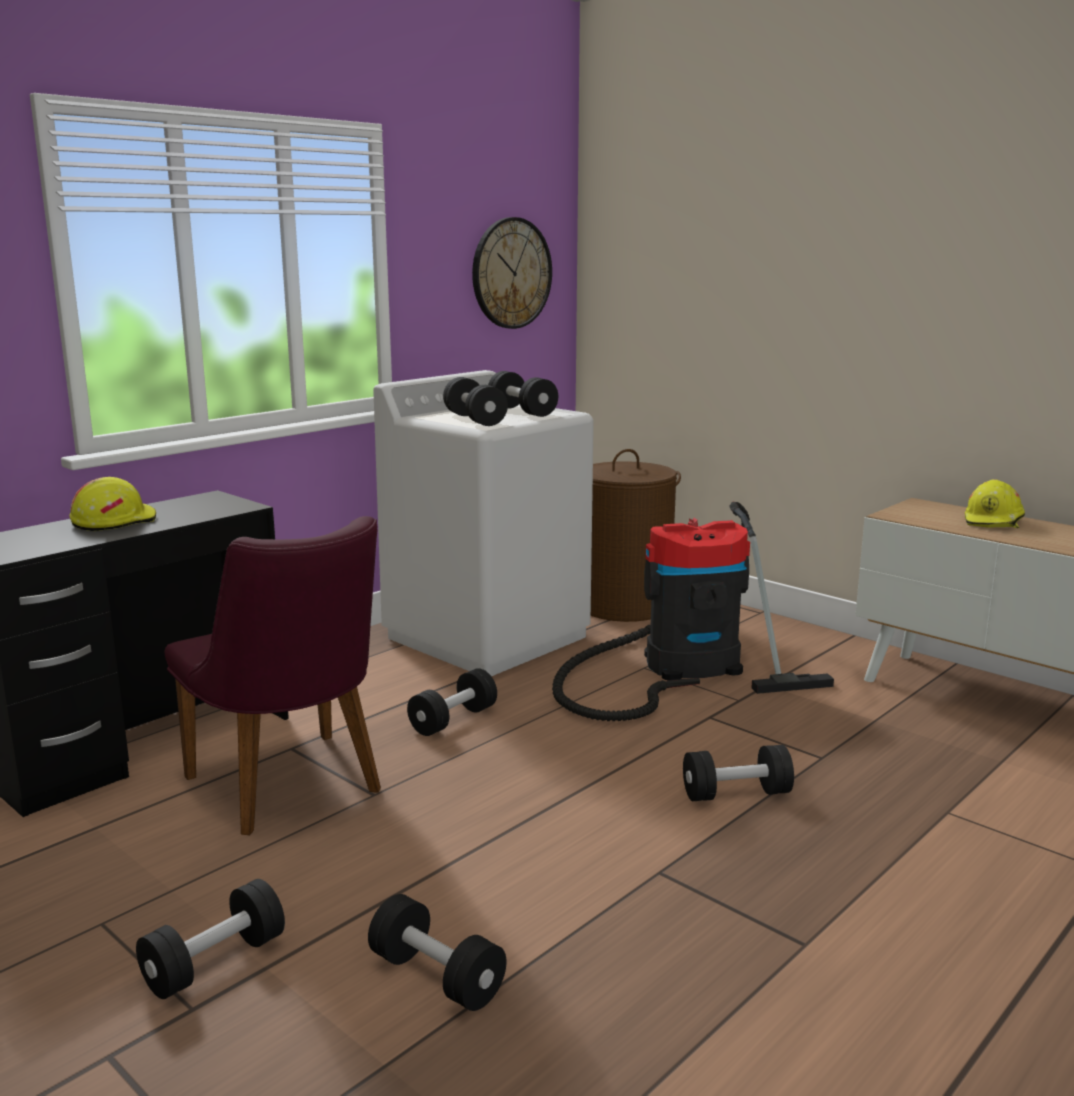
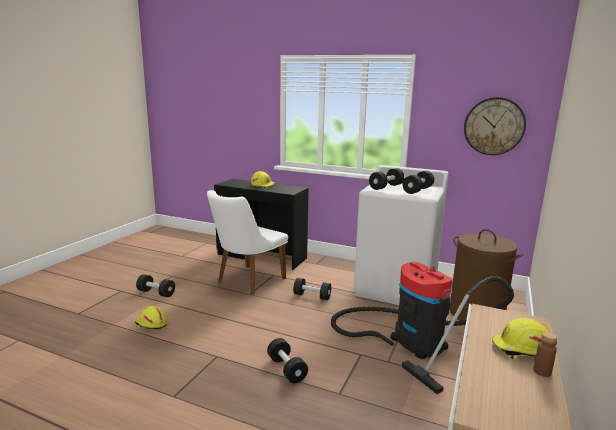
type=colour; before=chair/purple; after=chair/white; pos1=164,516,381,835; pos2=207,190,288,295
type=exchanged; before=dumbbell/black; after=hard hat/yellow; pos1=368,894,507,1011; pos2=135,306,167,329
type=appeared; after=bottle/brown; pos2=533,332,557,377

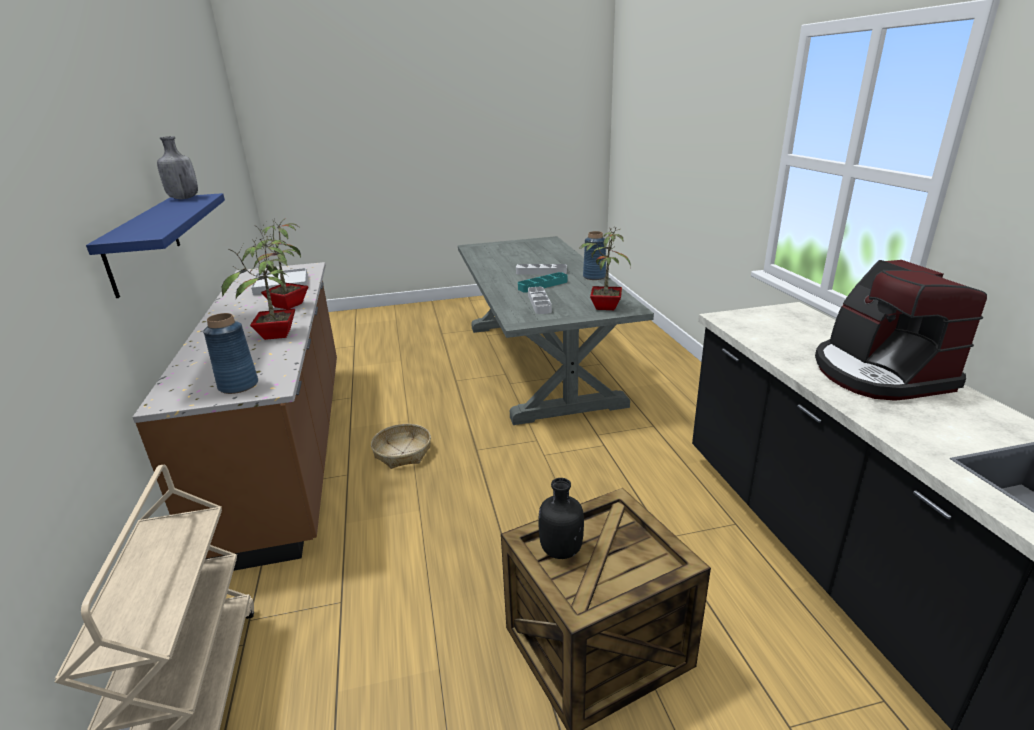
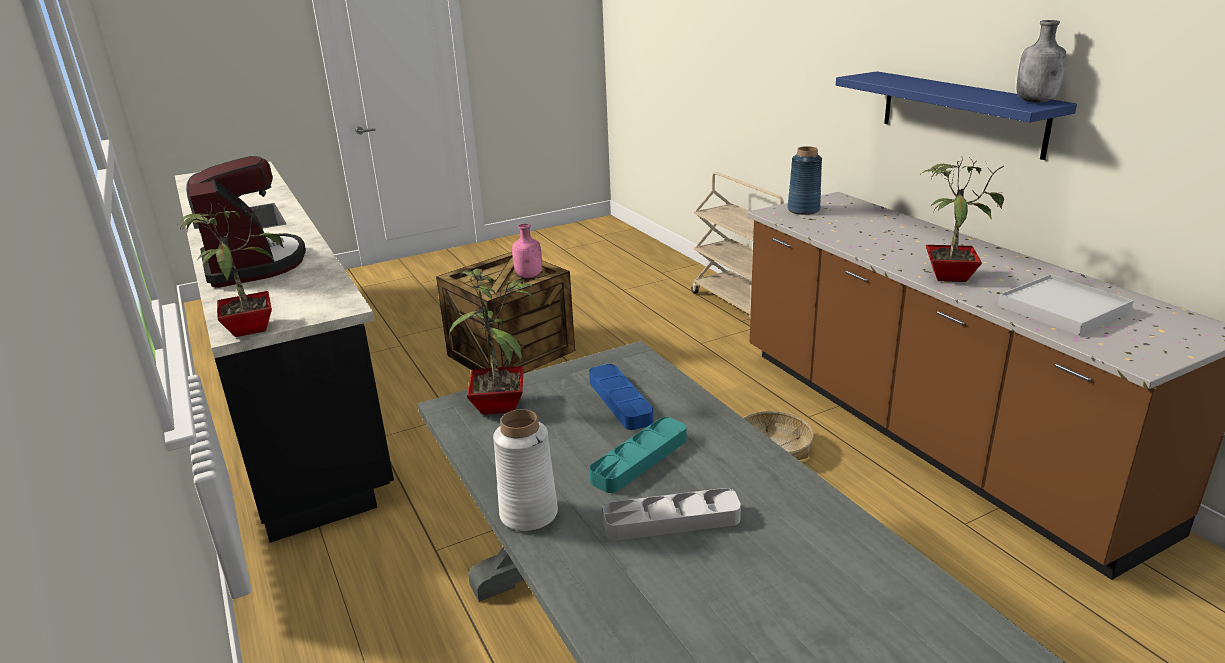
type=colour; before=vase/blue; after=vase/white; pos1=583,231,606,280; pos2=493,409,558,531
type=relocated; before=potted plant; pos1=222,239,295,340; pos2=177,202,284,337
type=colour; before=tray/grey; after=tray/blue; pos1=528,287,552,314; pos2=589,364,653,430
type=colour; before=bottle/black; after=bottle/pink; pos1=538,478,584,559; pos2=512,223,542,278

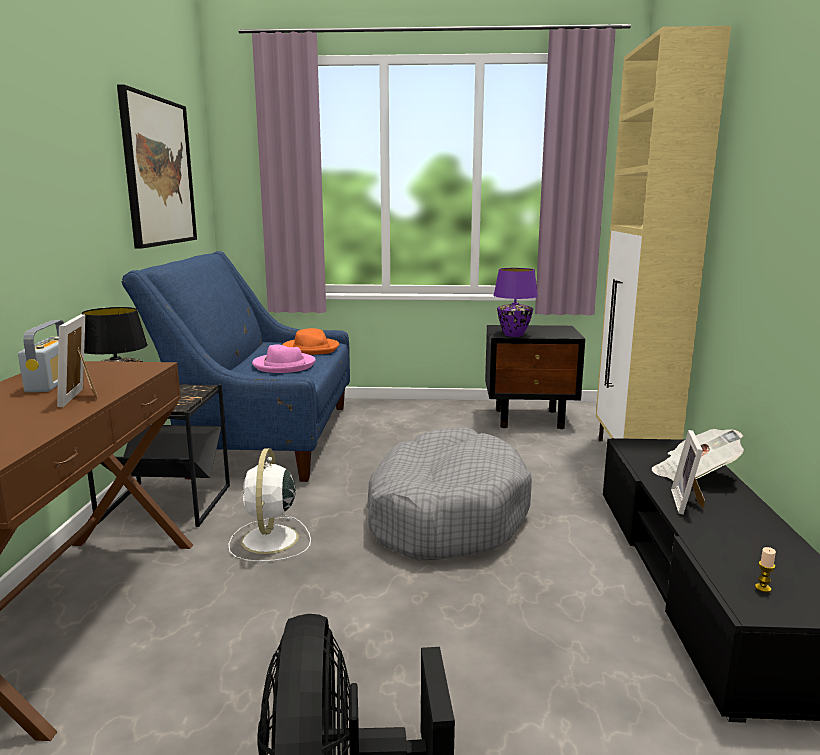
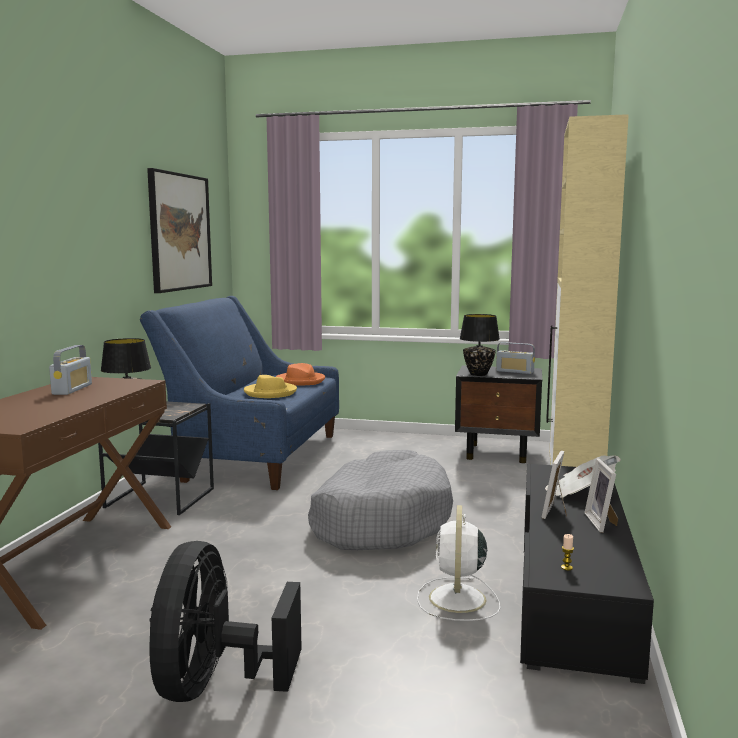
type=colour; before=table lamp/purple; after=table lamp/black; pos1=493,268,538,337; pos2=460,314,500,376
type=relocated; before=picture frame; pos1=57,314,97,407; pos2=584,458,618,533
type=colour; before=hat/pink; after=hat/yellow; pos1=252,345,316,373; pos2=244,375,297,398
type=relocated; before=fan/white; pos1=228,448,311,562; pos2=417,505,500,621
type=appeared; after=radio; pos2=496,342,535,374

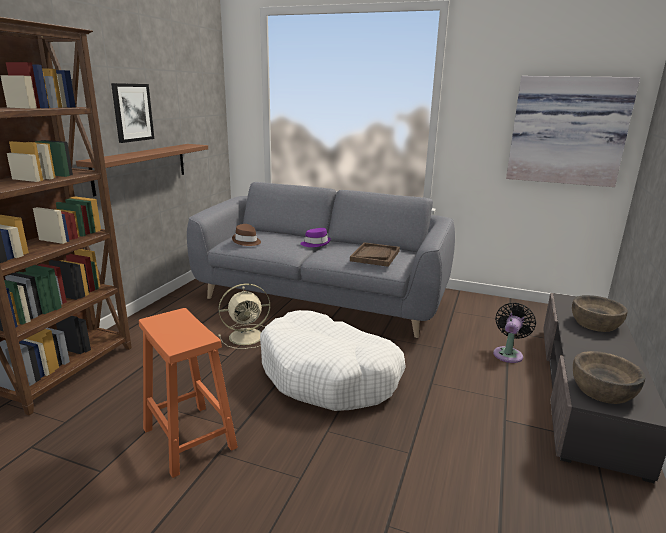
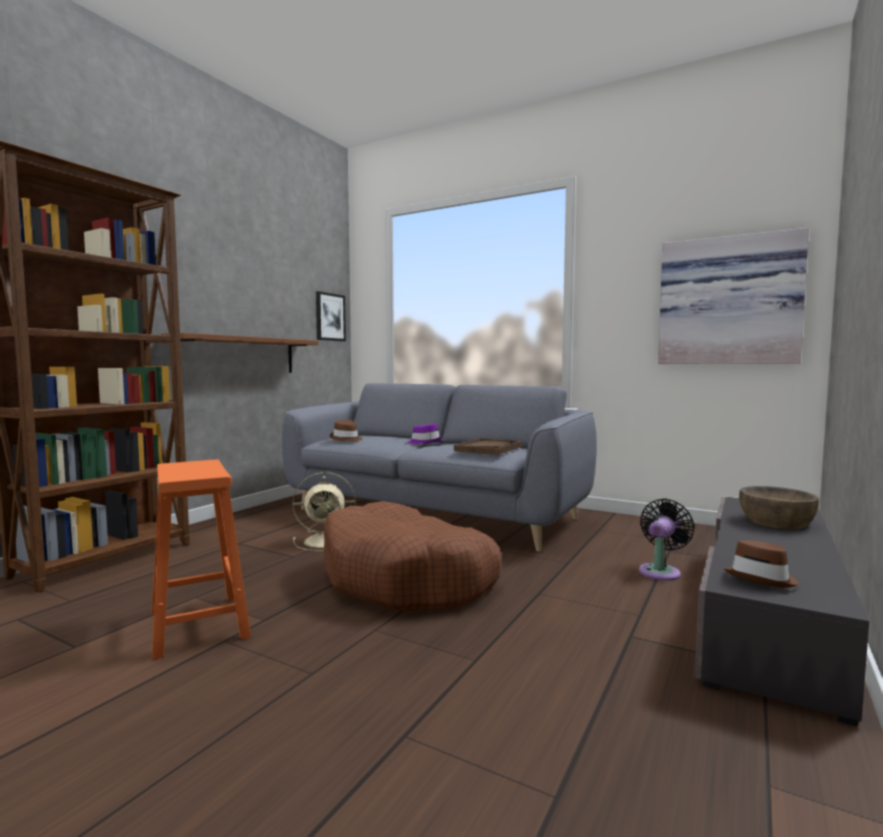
type=relocated; before=picture; pos1=111,83,154,143; pos2=316,291,346,341
type=colour; before=dog bed/white; after=dog bed/brown; pos1=260,310,406,411; pos2=324,501,502,611
type=exchanged; before=bowl/brown; after=hat/brown; pos1=573,351,645,404; pos2=723,540,799,588

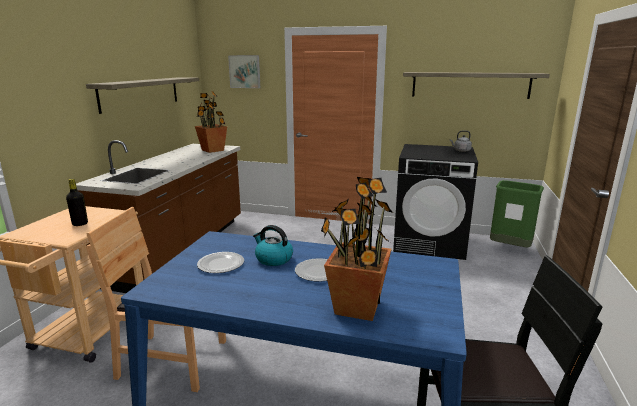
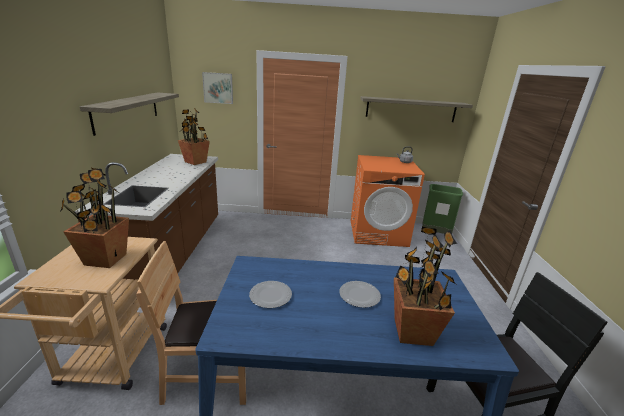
type=colour; before=washing machine/black; after=washing machine/orange; pos1=393,144,478,260; pos2=351,155,425,247
type=exchanged; before=bottle/black; after=potted plant; pos1=66,179,88,226; pos2=60,168,129,268
type=missing; before=kettle; pos1=253,225,293,266

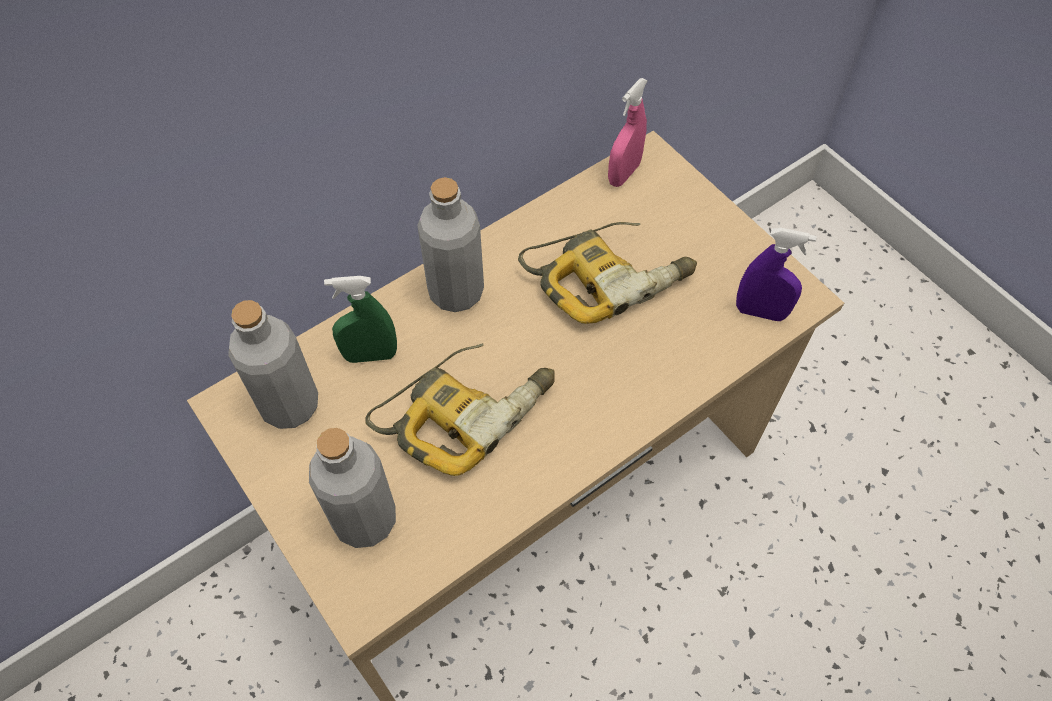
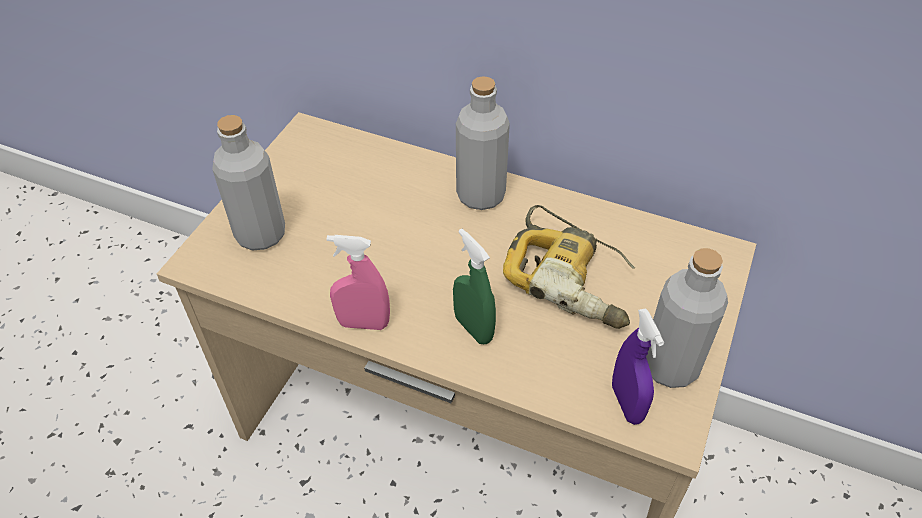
type=relocated; before=spray bottle/pink; pos1=608,78,647,187; pos2=327,235,390,330
type=relocated; before=spray bottle/green; pos1=324,276,397,363; pos2=453,228,496,344
type=relocated; before=bottle/grey; pos1=228,300,318,429; pos2=646,248,728,388
type=missing; before=power drill; pos1=366,343,555,476

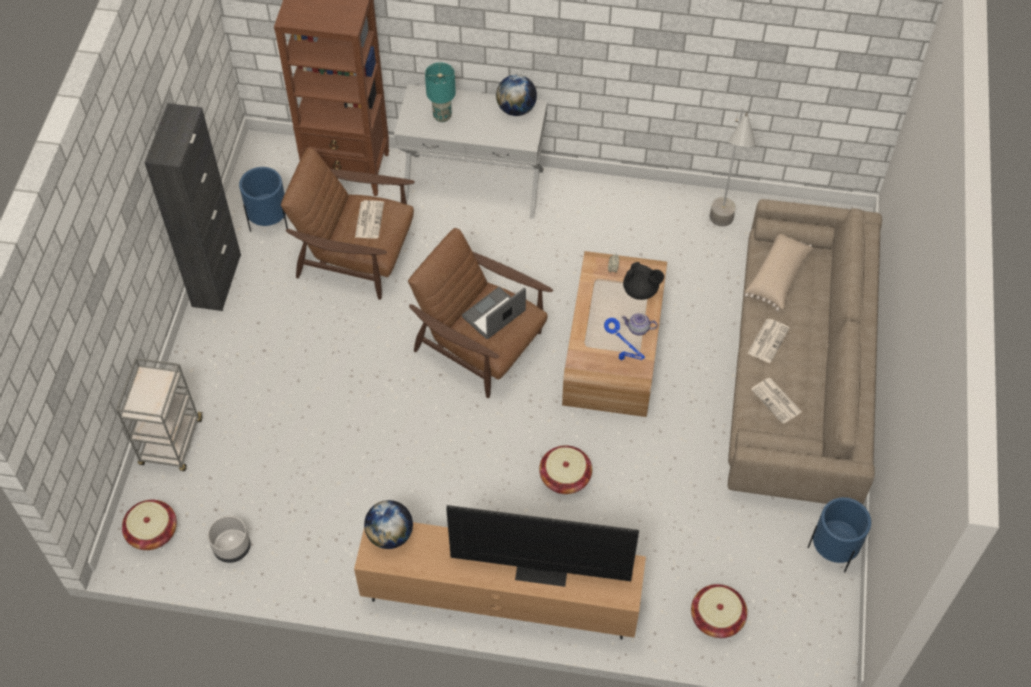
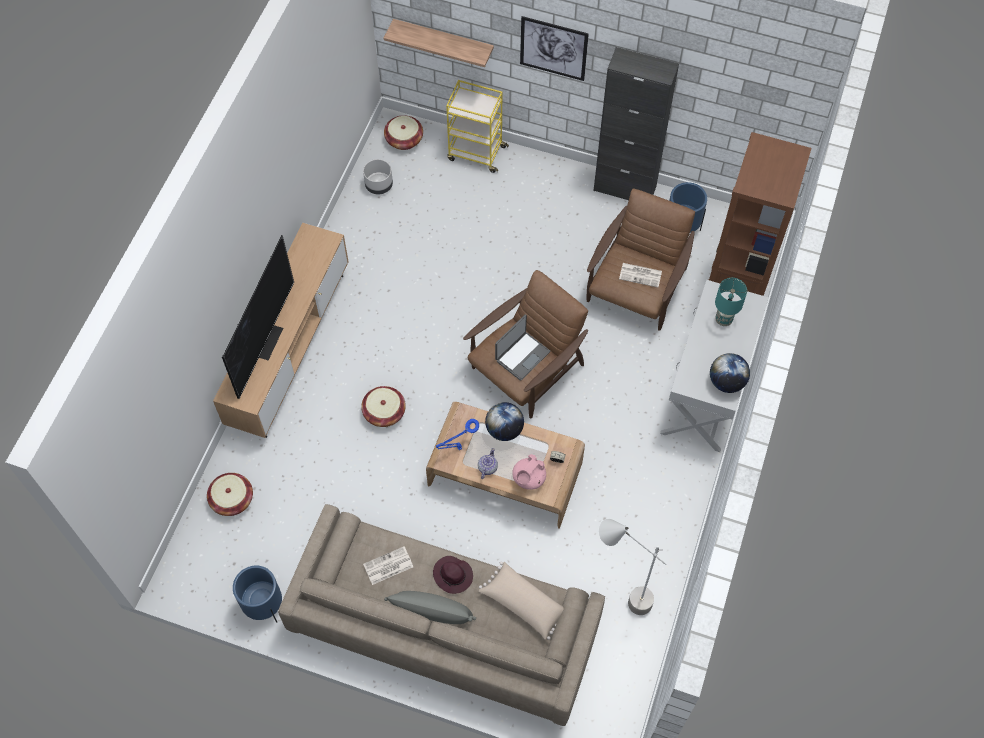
type=colour; before=teapot/black; after=teapot/pink; pos1=623,262,664,300; pos2=512,454,546,490
type=spun; before=laptop; pos1=462,287,526,339; pos2=495,314,550,381; turn=75
type=exchanged; before=newspaper; after=hat/purple; pos1=747,319,790,363; pos2=433,556,473,594
type=colour; before=cart/grey; after=cart/yellow; pos1=116,358,203,471; pos2=446,80,509,173
type=relocated; before=globe; pos1=364,500,413,549; pos2=485,402,524,441
type=appeared; after=picture; pos2=520,16,589,81
type=appeared; after=shelf; pos2=384,19,494,67
type=appeared; after=pillow/grey; pos2=384,591,476,624

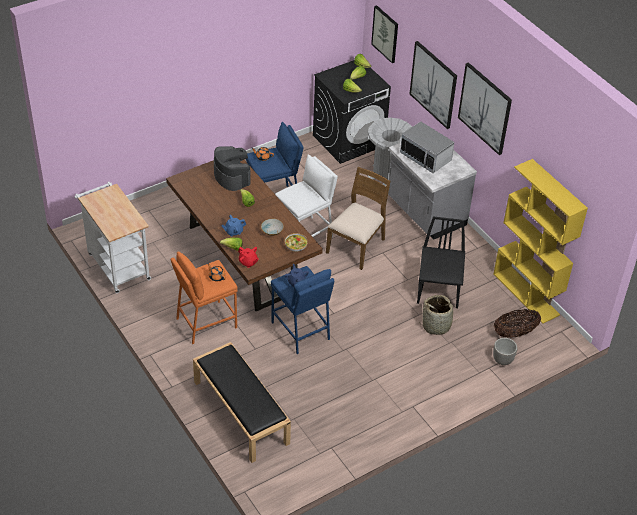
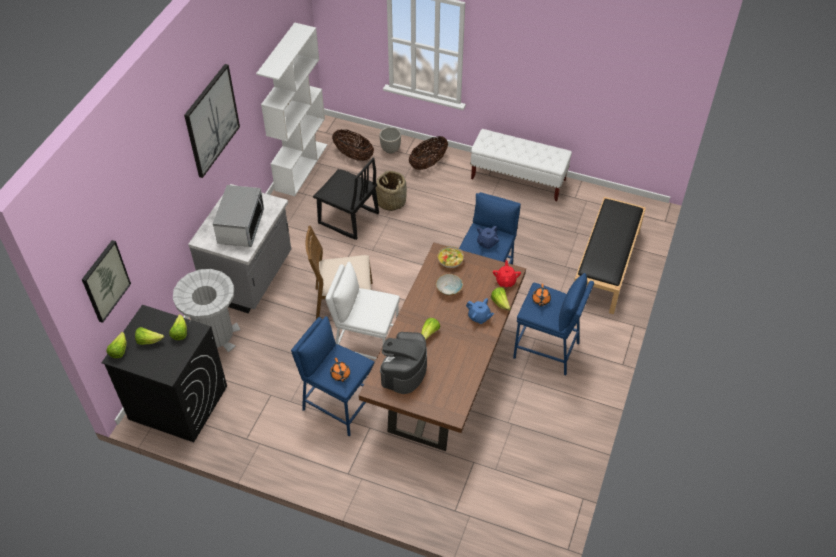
type=missing; before=picture; pos1=410,41,457,129
type=colour; before=bookcase/yellow; after=bookcase/white; pos1=493,159,588,324; pos2=256,23,327,196
type=missing; before=cart/white; pos1=74,182,151,293
type=spun; before=chair/black; pos1=417,216,465,308; pos2=313,157,379,240; turn=-120
type=colour; before=stool/orange; after=stool/blue; pos1=171,251,238,344; pos2=513,273,594,375
type=appeared; after=bench/white; pos2=470,129,572,201
type=appeared; after=basket; pos2=409,136,448,170

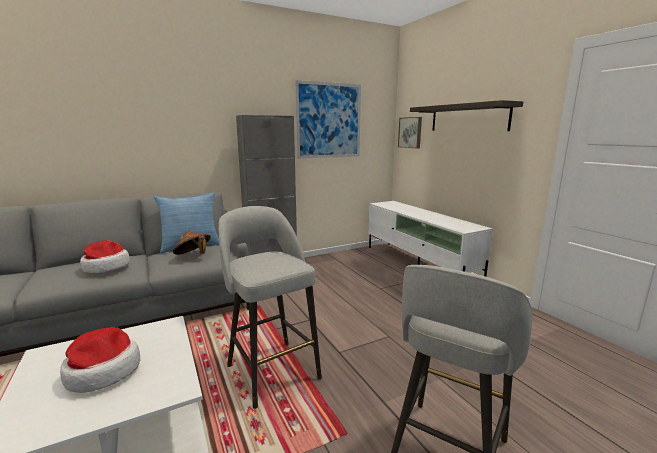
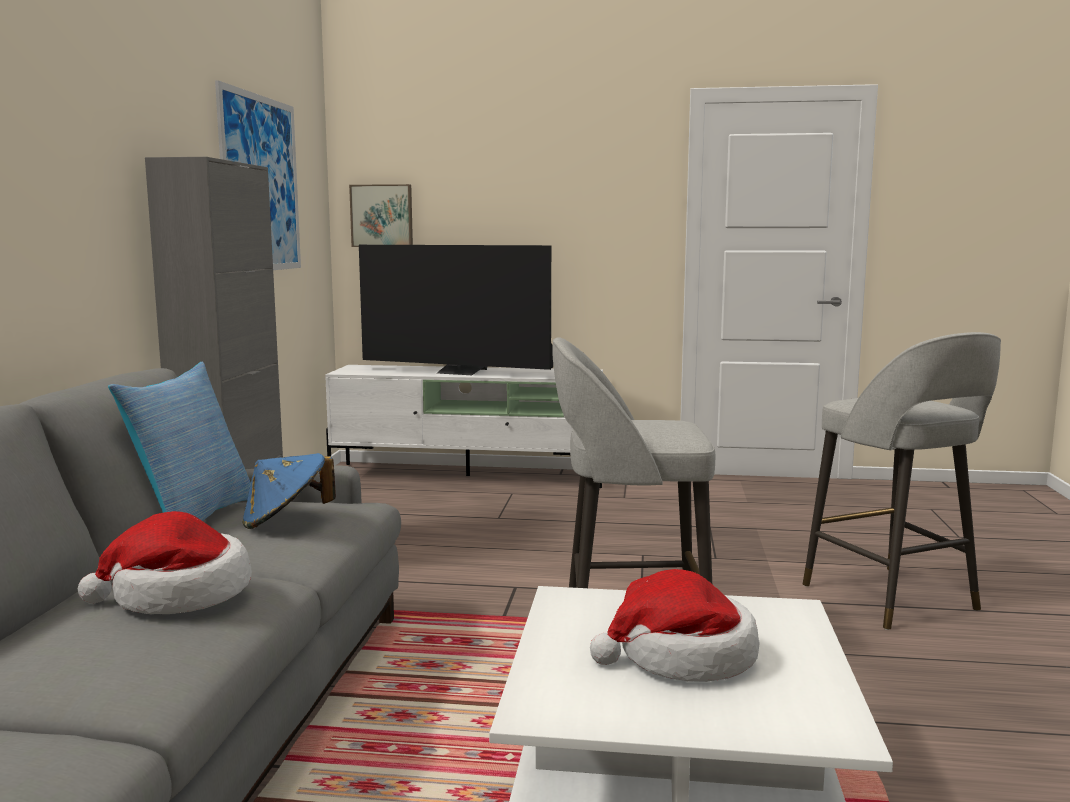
type=missing; before=shelf; pos1=410,100,523,131
type=colour; before=hat/brown; after=hat/blue; pos1=173,231,211,255; pos2=242,453,336,529
type=appeared; after=television; pos2=359,245,553,375

